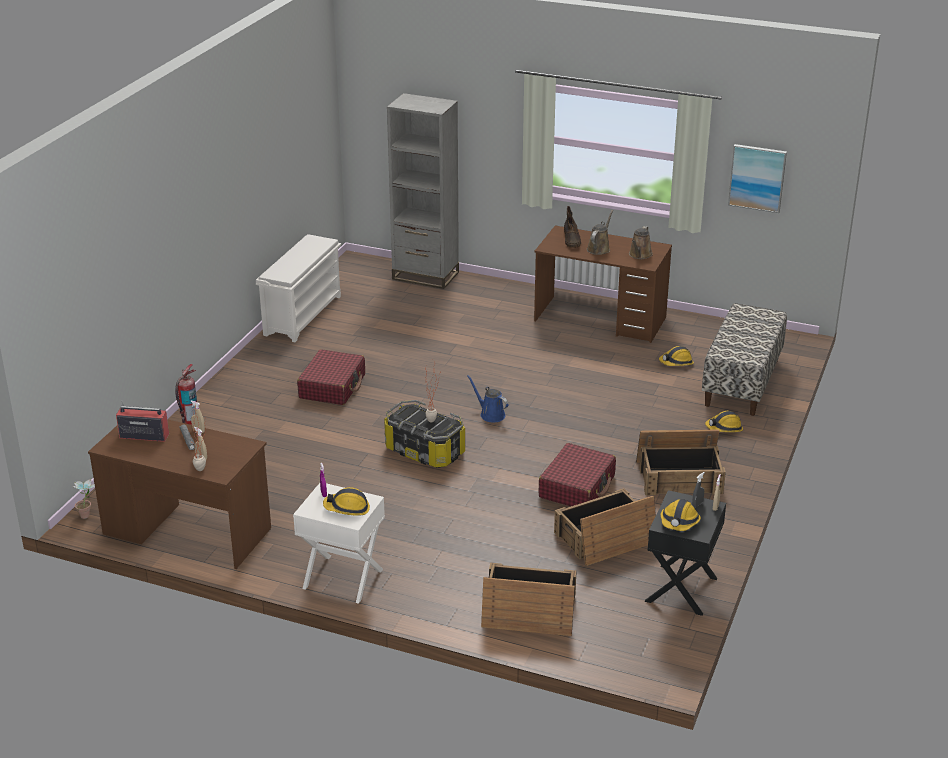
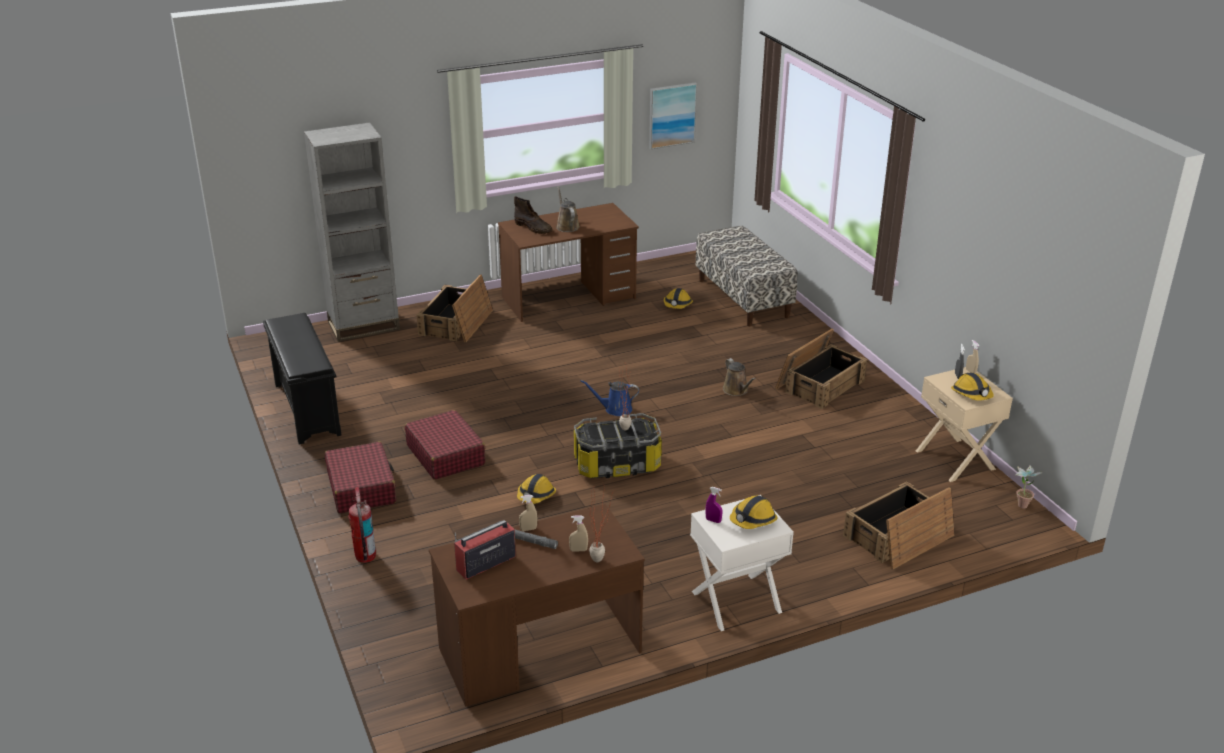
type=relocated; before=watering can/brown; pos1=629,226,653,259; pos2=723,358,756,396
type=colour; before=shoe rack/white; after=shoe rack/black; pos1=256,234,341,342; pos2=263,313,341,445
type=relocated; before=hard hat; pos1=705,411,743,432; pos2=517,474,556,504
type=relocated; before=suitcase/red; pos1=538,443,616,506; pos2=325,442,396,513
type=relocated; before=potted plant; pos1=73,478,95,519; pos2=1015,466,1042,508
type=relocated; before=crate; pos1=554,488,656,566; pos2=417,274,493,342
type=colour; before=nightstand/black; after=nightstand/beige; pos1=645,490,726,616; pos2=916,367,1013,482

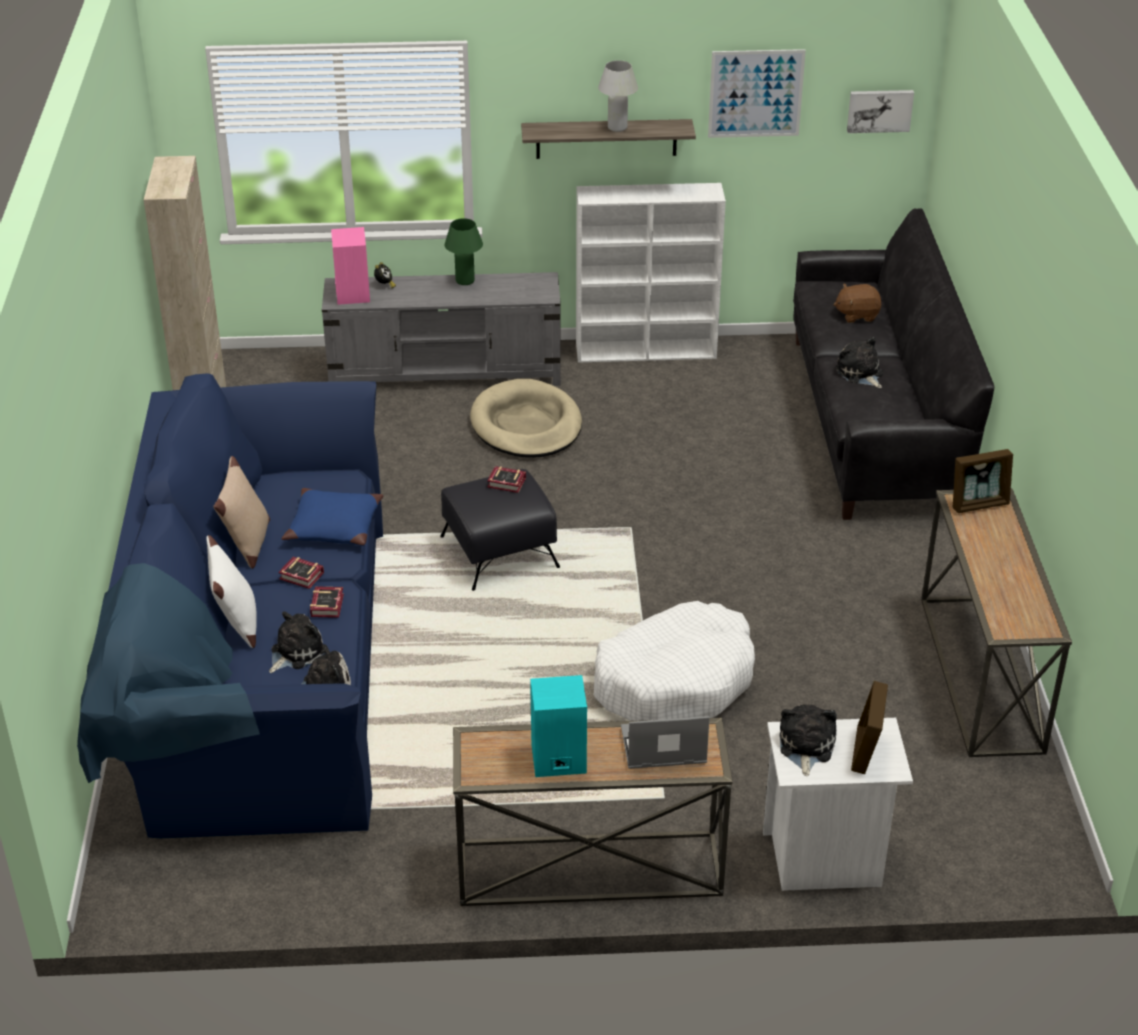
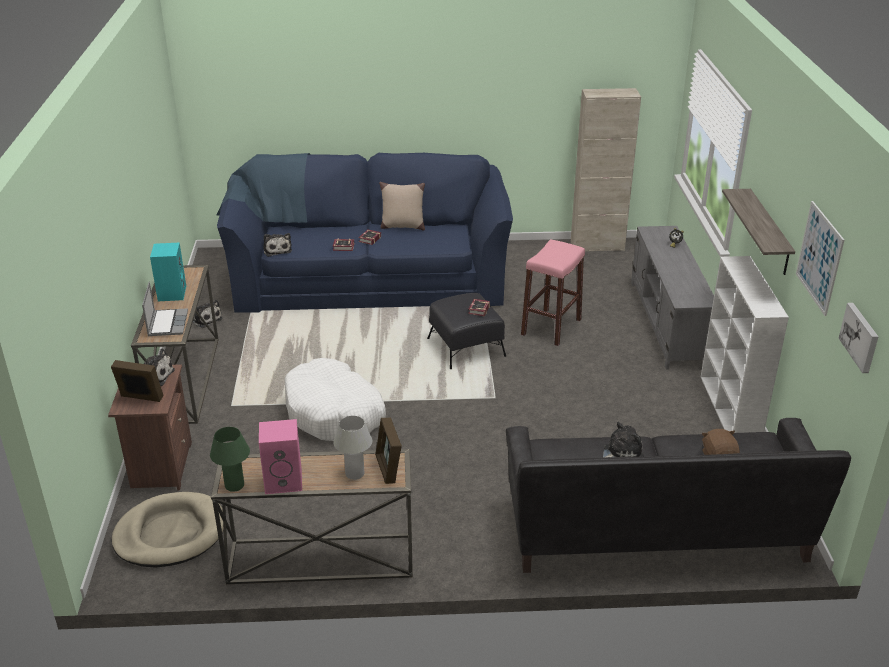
type=relocated; before=table lamp/white; pos1=598,60,638,132; pos2=333,416,372,480
type=relocated; before=table lamp/green; pos1=445,218,483,285; pos2=210,427,250,492
type=relocated; before=speaker/pink; pos1=331,227,370,305; pos2=259,419,302,494
type=relocated; before=dog bed/beige; pos1=470,379,582,458; pos2=112,492,223,568
type=missing; before=pillow/blue; pos1=282,488,383,546
type=missing; before=pillow/white; pos1=206,535,257,648
type=relocated; before=plush toy; pos1=269,611,325,673; pos2=193,300,222,328
type=colour; before=nightstand/white; after=nightstand/brown; pos1=763,718,913,891; pos2=108,364,192,490
type=appeared; after=stool/pink; pos2=521,239,585,346

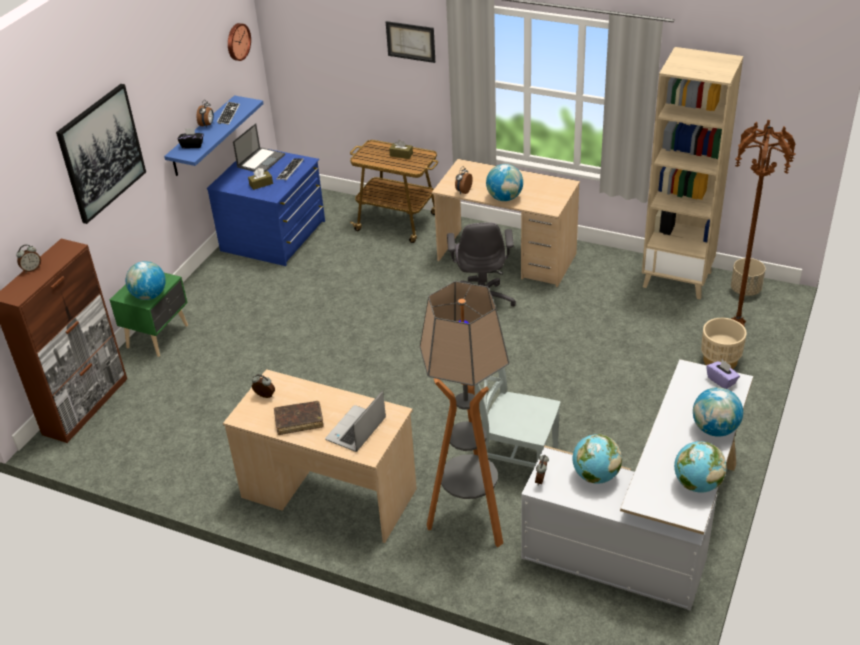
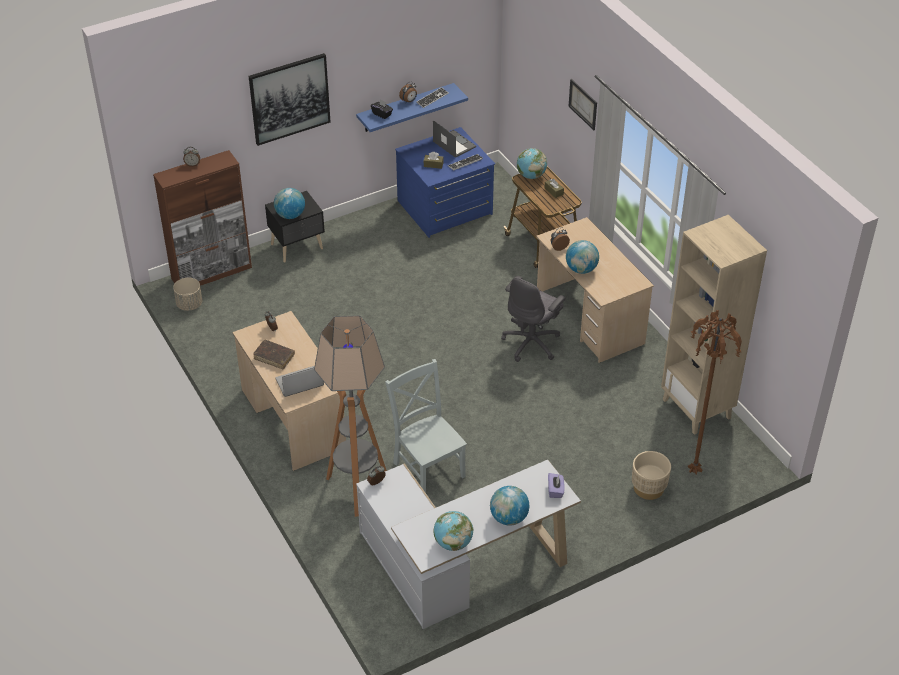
type=missing; before=wall clock; pos1=228,23,251,61
type=spun; before=laptop; pos1=233,123,285,172; pos2=433,120,476,158; turn=-105
type=relocated; before=planter/beige; pos1=731,258,765,296; pos2=173,278,202,311
type=colour; before=nightstand/green; after=nightstand/black; pos1=110,273,188,357; pos2=265,191,325,262
type=relocated; before=globe; pos1=573,434,622,484; pos2=517,148,547,179

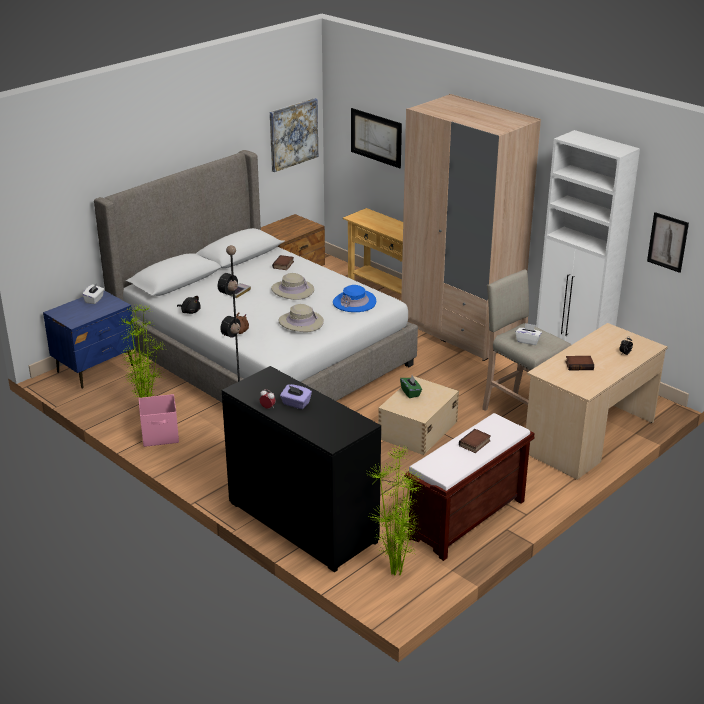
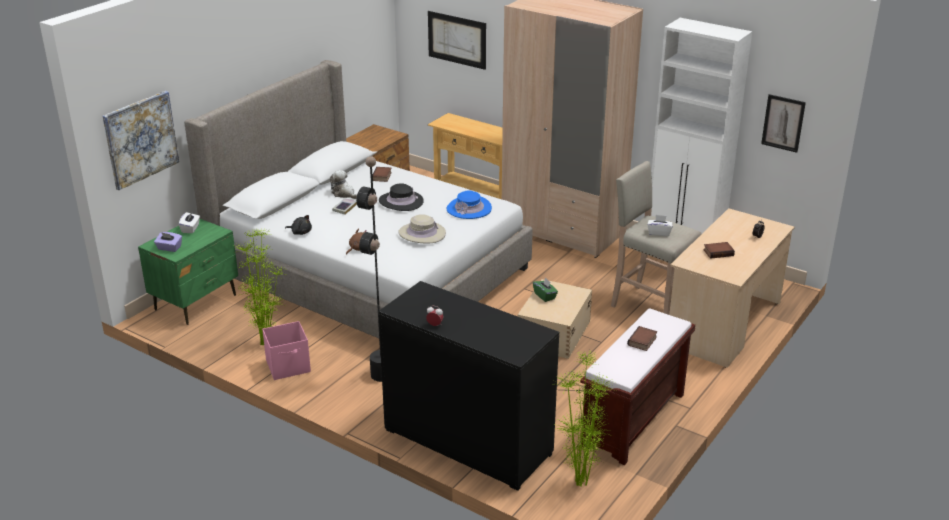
type=relocated; before=picture; pos1=270,98,318,172; pos2=103,91,179,190
type=colour; before=hat/beige; after=hat/black; pos1=271,273,314,300; pos2=379,183,424,211
type=colour; before=nightstand/blue; after=nightstand/green; pos1=43,290,136,389; pos2=138,219,238,325
type=relocated; before=tissue box/purple; pos1=280,384,312,409; pos2=154,232,182,252
type=appeared; after=plush toy; pos2=330,170,357,199

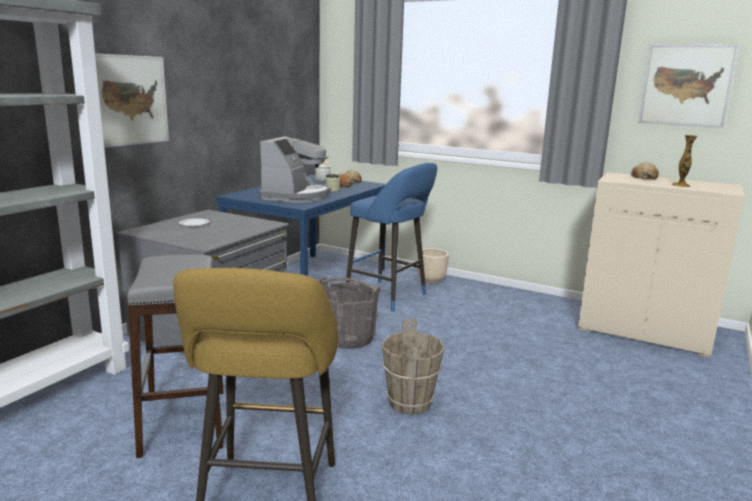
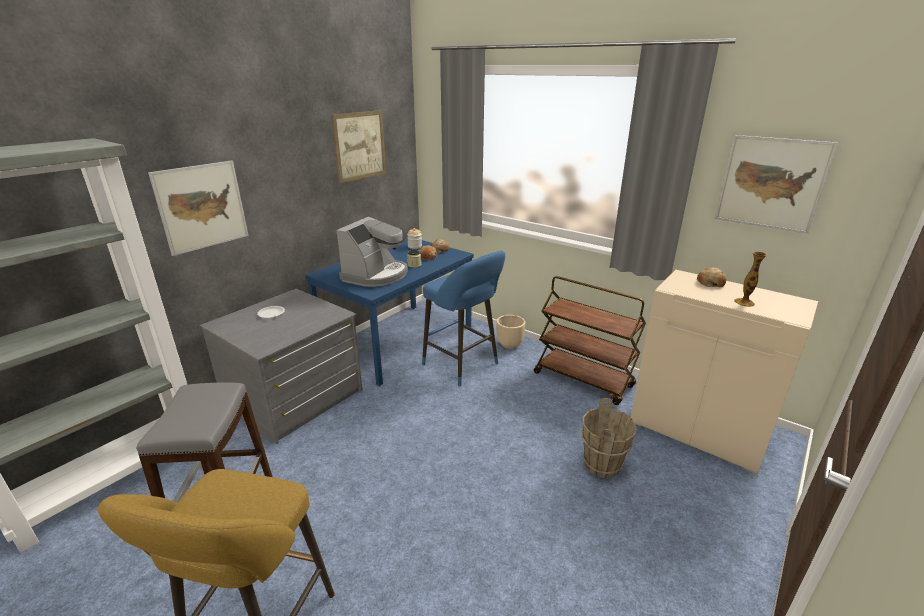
type=missing; before=bucket/grey; pos1=318,277,381,349
type=relocated; before=bucket/brown; pos1=382,319,445,415; pos2=582,398,637,478
type=appeared; after=picture; pos2=331,110,386,183
type=appeared; after=cart/brown; pos2=534,276,646,405

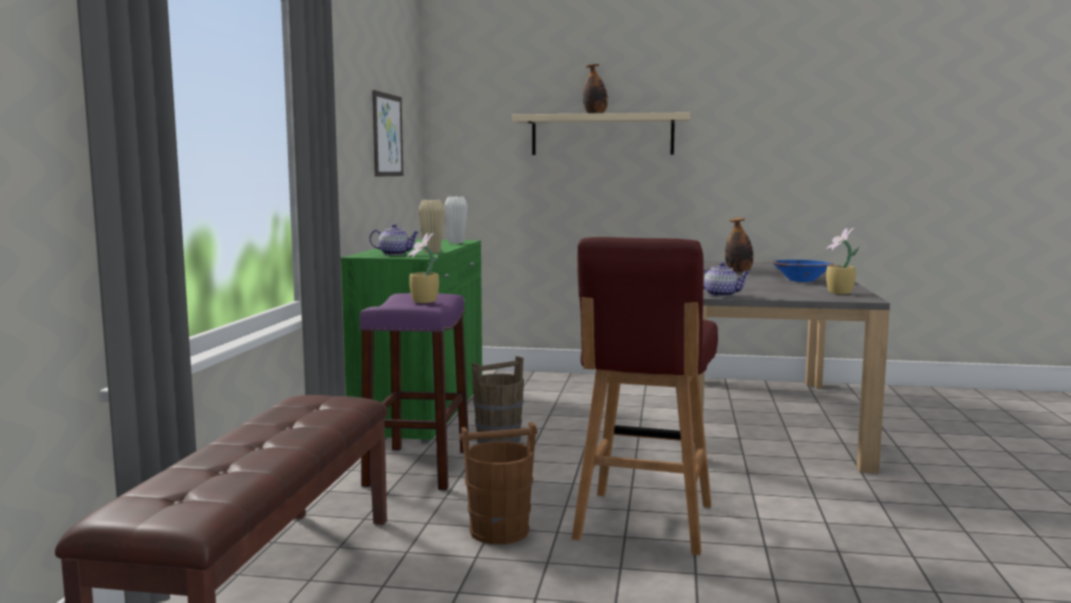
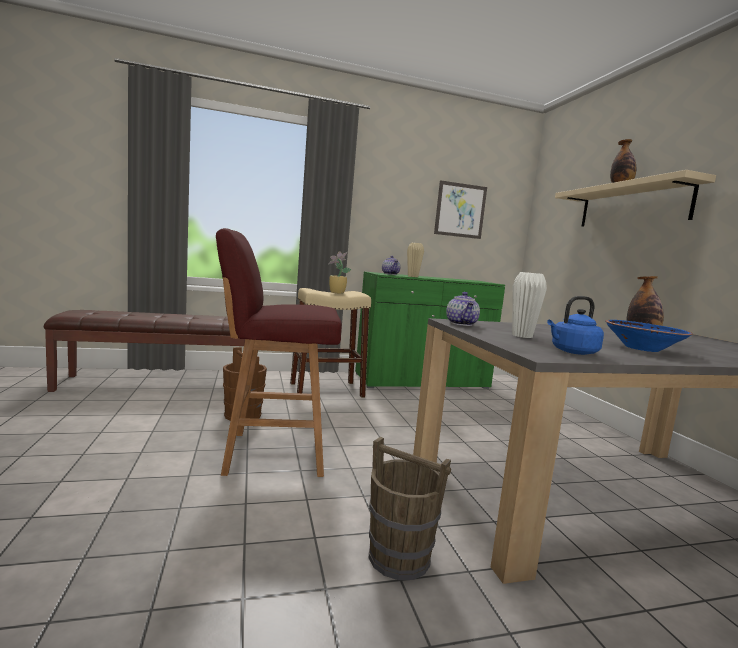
type=relocated; before=vase/white; pos1=444,196,468,244; pos2=512,272,547,338
type=exchanged; before=potted plant; after=kettle/blue; pos1=826,228,859,294; pos2=547,296,604,355
type=colour; before=stool/purple; after=stool/beige; pos1=359,293,469,490; pos2=290,288,371,398
type=relocated; before=bucket/brown; pos1=472,356,524,443; pos2=369,437,451,580

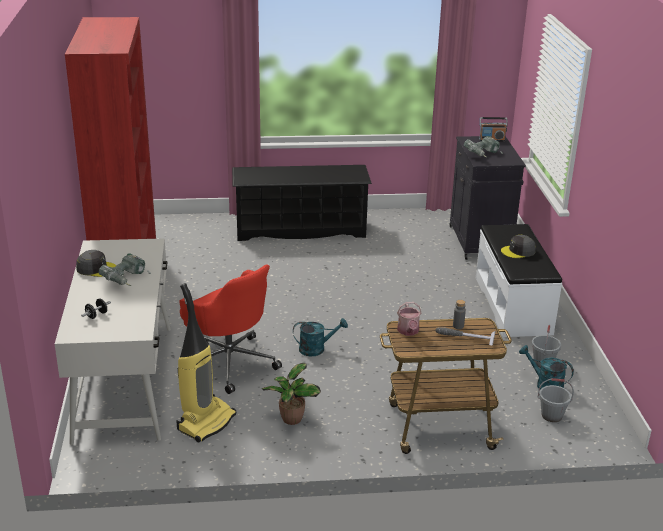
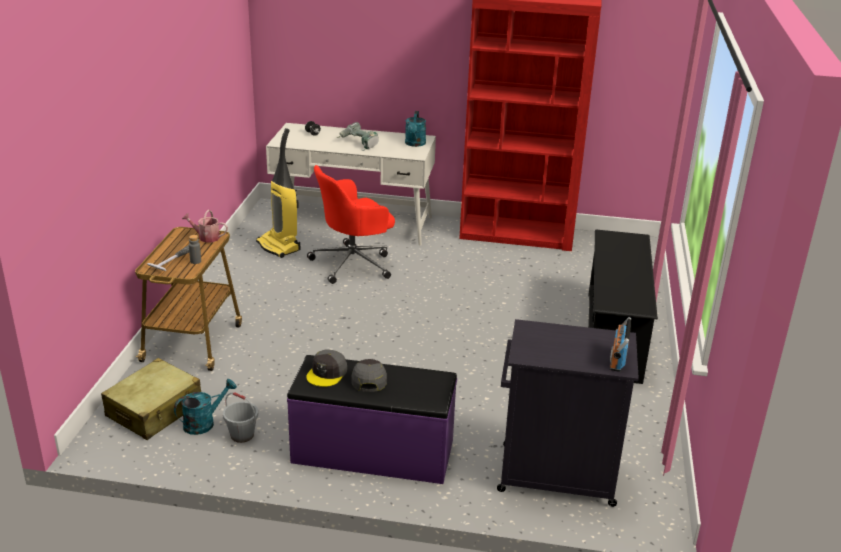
type=missing; before=power drill; pos1=464,136,503,157
type=colour; before=bench/white; after=bench/purple; pos1=476,224,562,337; pos2=287,355,457,484
type=relocated; before=cap/grey; pos1=76,250,116,277; pos2=306,349,347,387
type=relocated; before=watering can/turquoise; pos1=293,318,348,356; pos2=405,111,426,147
type=missing; before=potted plant; pos1=262,363,321,425
type=exchanged; before=bucket/grey; after=suitcase/beige; pos1=538,378,574,422; pos2=101,358,201,440

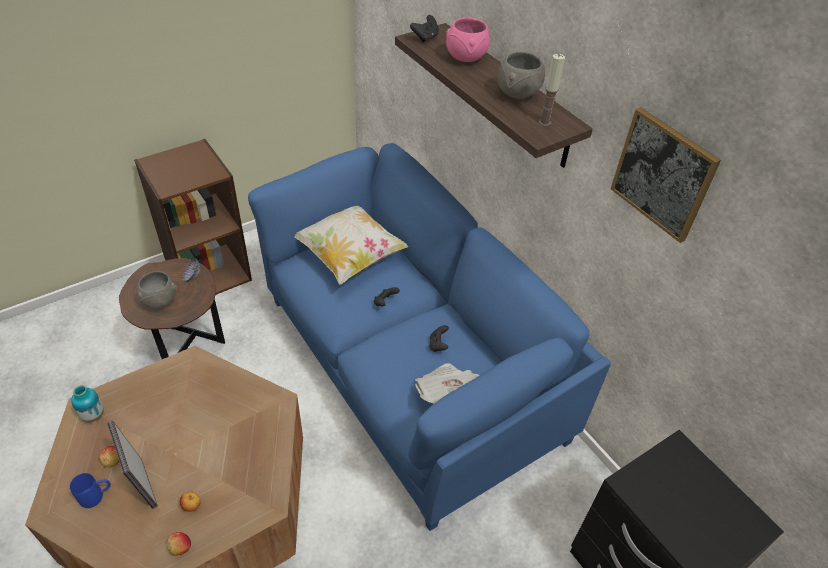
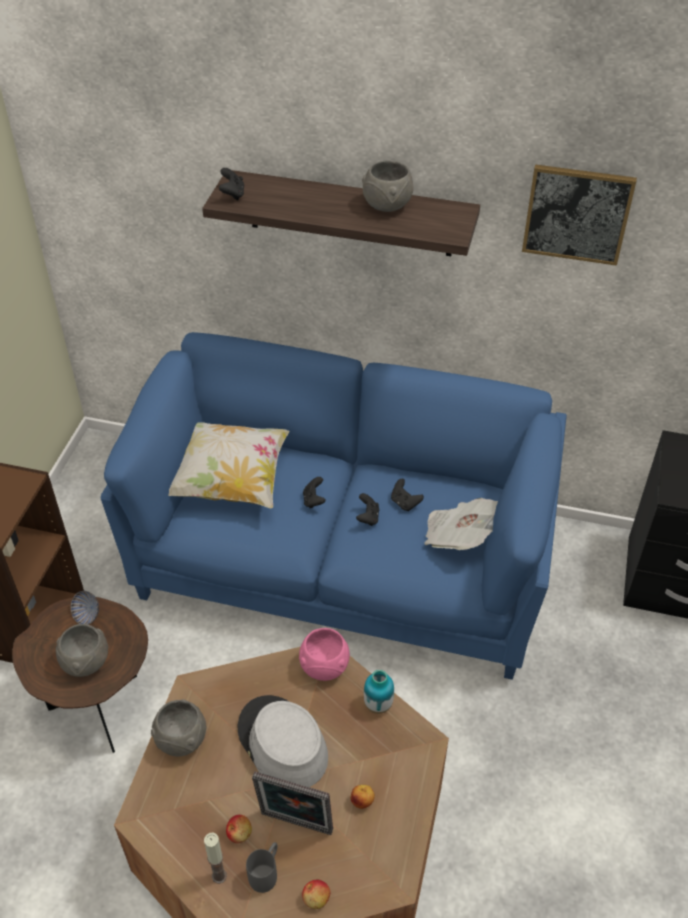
type=relocated; before=bowl/pink; pos1=446,17,490,62; pos2=299,628,350,681
type=relocated; before=candle; pos1=539,54,565,126; pos2=204,833,227,884
type=relocated; before=vase; pos1=71,385,104,422; pos2=364,670,394,714
type=colour; before=mug/blue; after=mug/grey; pos1=70,473,111,508; pos2=246,842,278,893
type=relocated; before=apple; pos1=167,532,191,556; pos2=302,880,330,909
type=appeared; after=game controller/black; pos2=356,493,379,526
type=appeared; after=hat/grey; pos2=238,695,328,787
type=appeared; after=bowl/grey; pos2=151,700,206,756

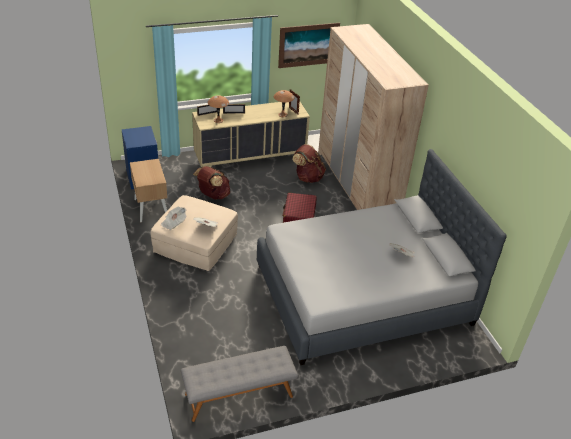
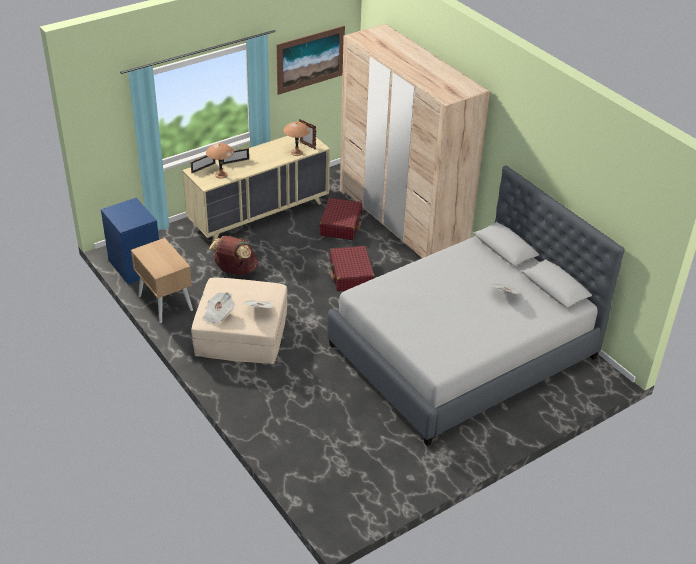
type=exchanged; before=backpack/brown; after=suitcase/red; pos1=292,144,326,183; pos2=319,198,362,240
type=missing; before=bench/grey; pos1=181,346,298,422

